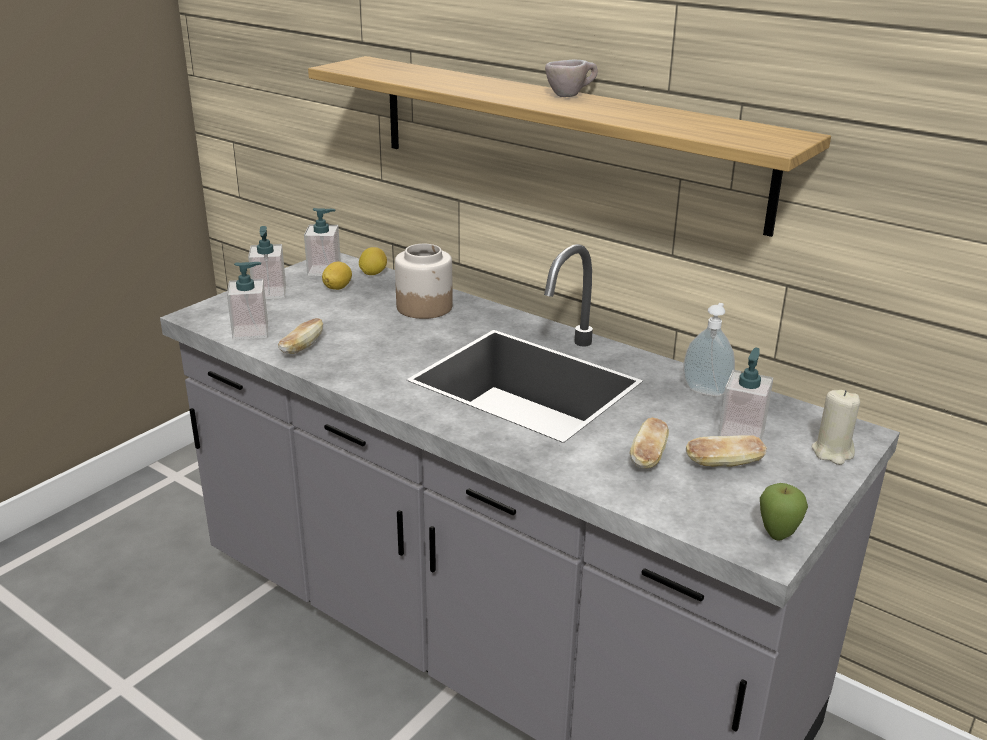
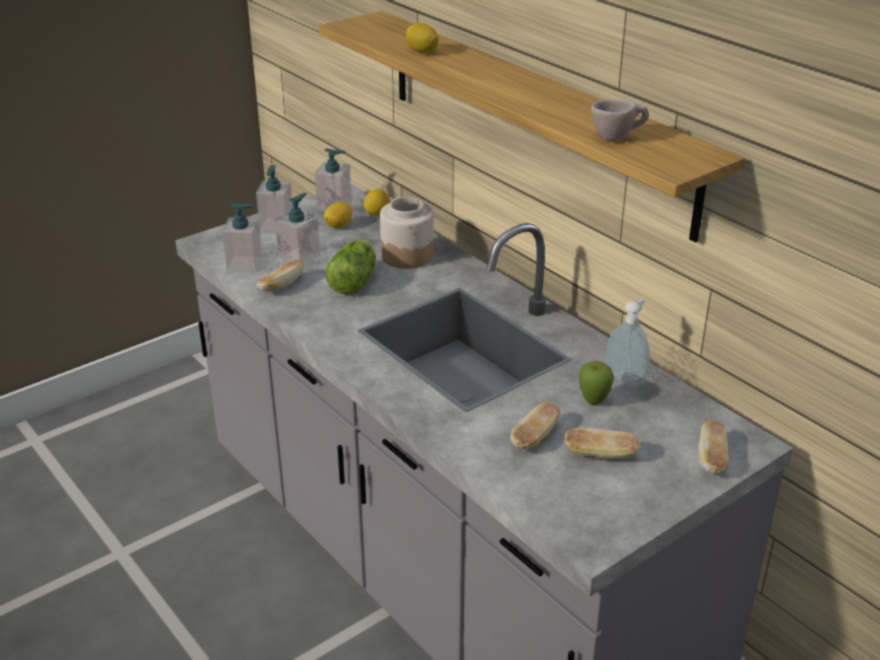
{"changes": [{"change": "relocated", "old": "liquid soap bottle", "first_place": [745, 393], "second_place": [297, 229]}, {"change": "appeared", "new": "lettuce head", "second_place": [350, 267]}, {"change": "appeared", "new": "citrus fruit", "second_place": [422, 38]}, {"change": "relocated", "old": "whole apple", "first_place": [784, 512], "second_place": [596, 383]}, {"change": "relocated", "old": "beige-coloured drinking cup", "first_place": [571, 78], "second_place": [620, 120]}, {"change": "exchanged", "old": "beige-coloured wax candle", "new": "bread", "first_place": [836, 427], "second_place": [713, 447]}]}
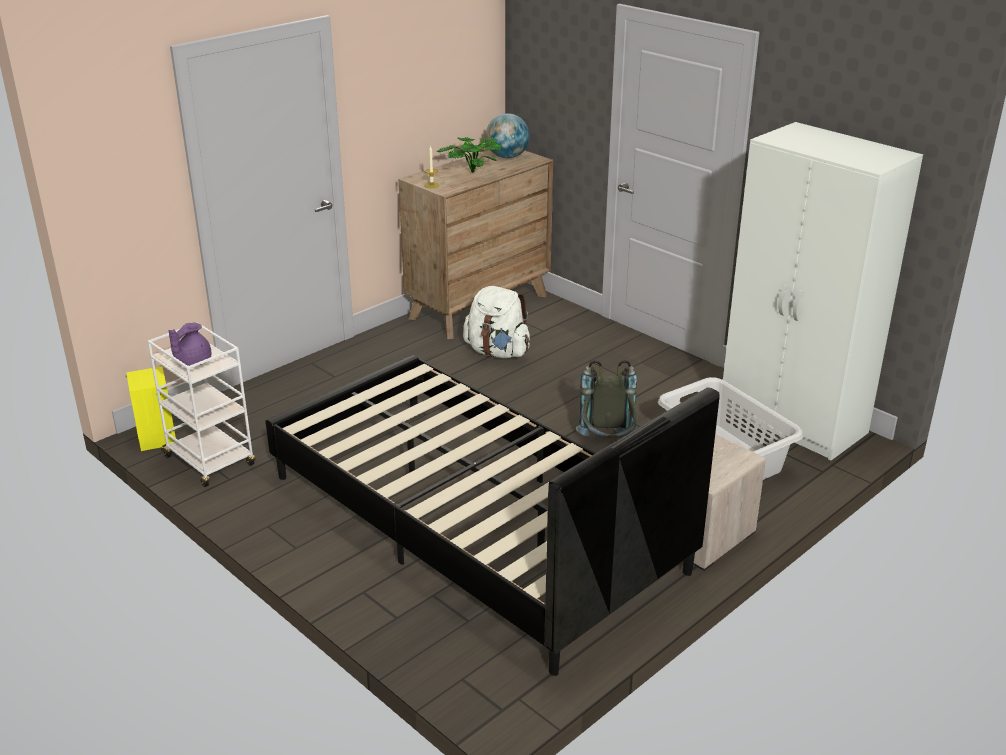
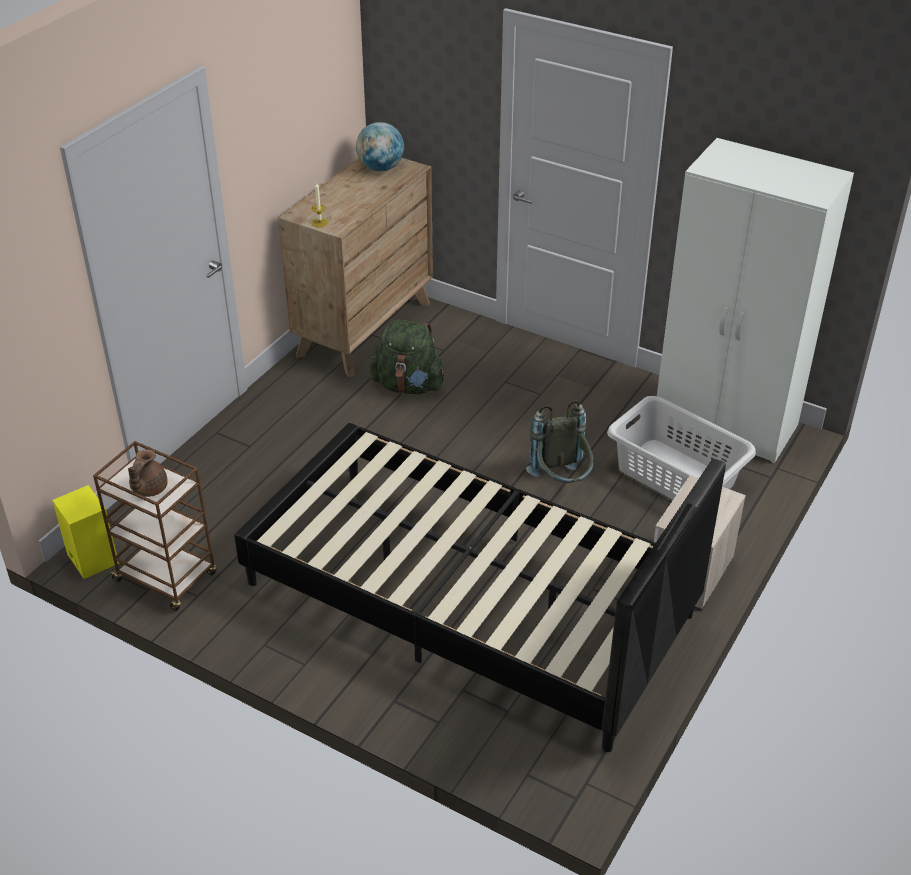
{"changes": [{"change": "colour", "old": "white trolley", "new": "brown-coloured trolley", "first_place": [202, 404], "second_place": [155, 526]}, {"change": "colour", "old": "purple tea pot", "new": "brown-coloured tea pot", "first_place": [190, 344], "second_place": [148, 473]}, {"change": "colour", "old": "white knapsack", "new": "greenish knapsack", "first_place": [496, 322], "second_place": [408, 357]}, {"change": "missing", "old": "houseplant", "first_place": [469, 155]}]}
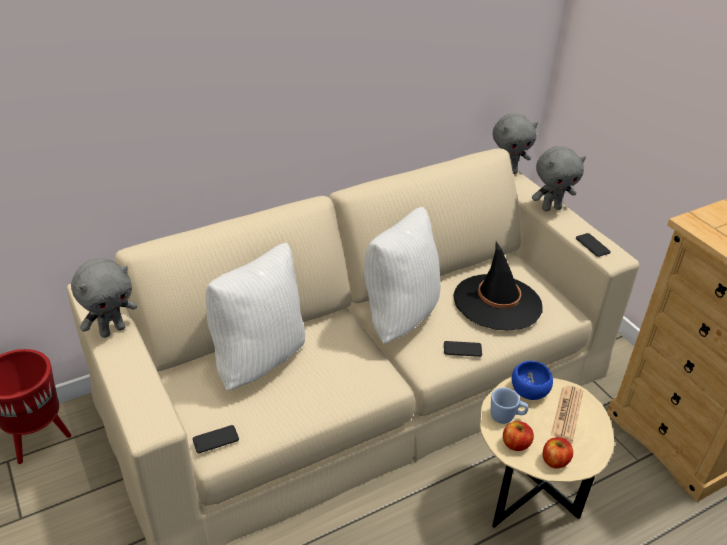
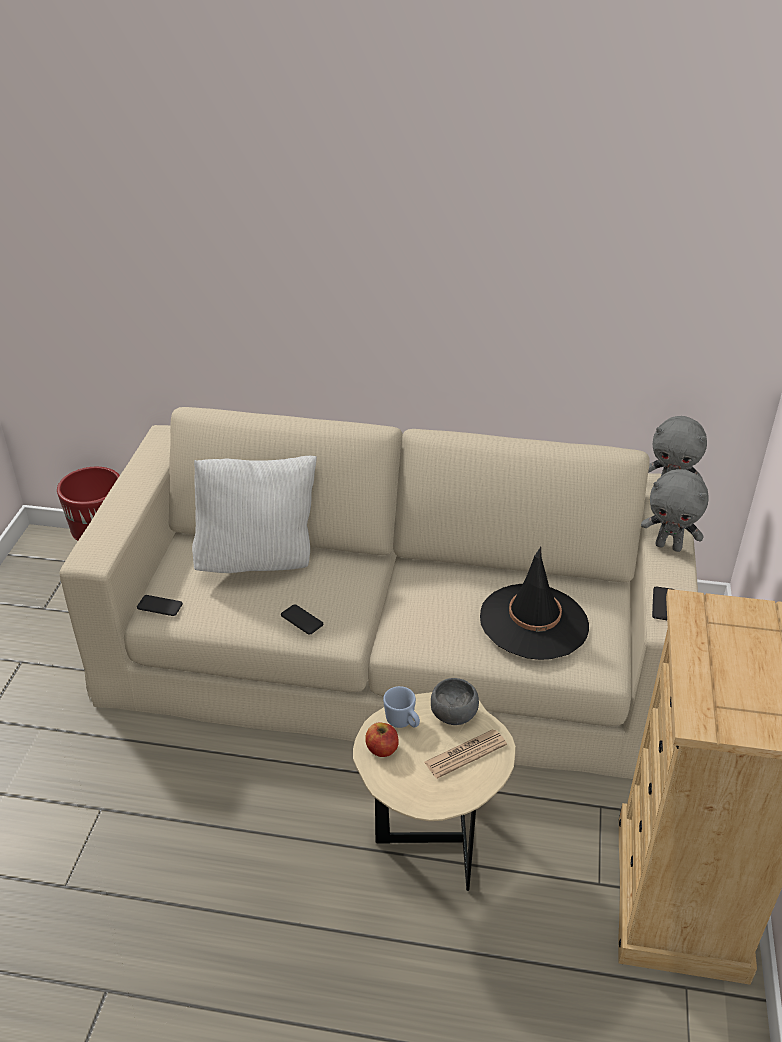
{"changes": [{"change": "relocated", "old": "handset", "first_place": [463, 349], "second_place": [302, 619]}, {"change": "colour", "old": "blue bowl", "new": "greyish bowl", "first_place": [532, 380], "second_place": [455, 701]}, {"change": "missing", "old": "greyish soft toy", "first_place": [104, 298]}, {"change": "missing", "old": "white throw pillow", "first_place": [402, 275]}, {"change": "missing", "old": "whole apple", "first_place": [558, 453]}]}
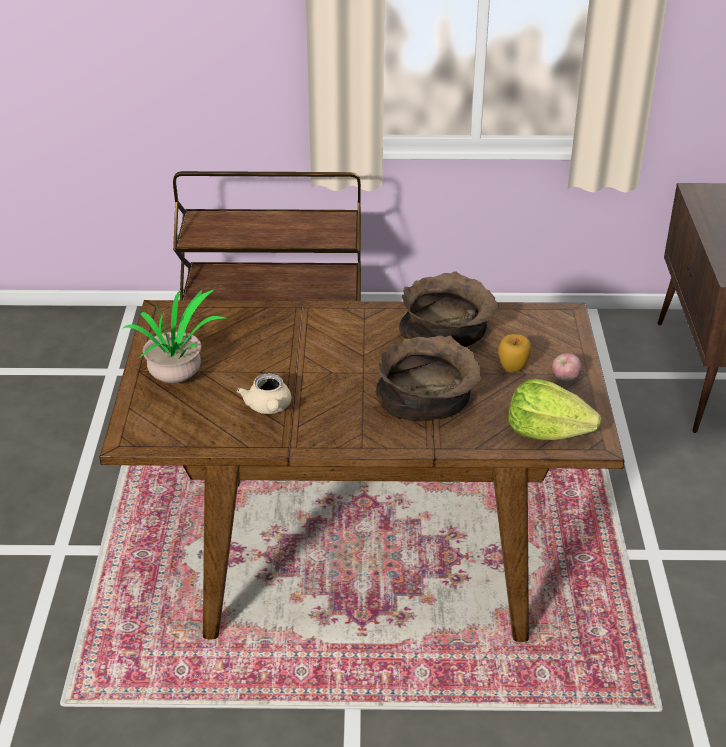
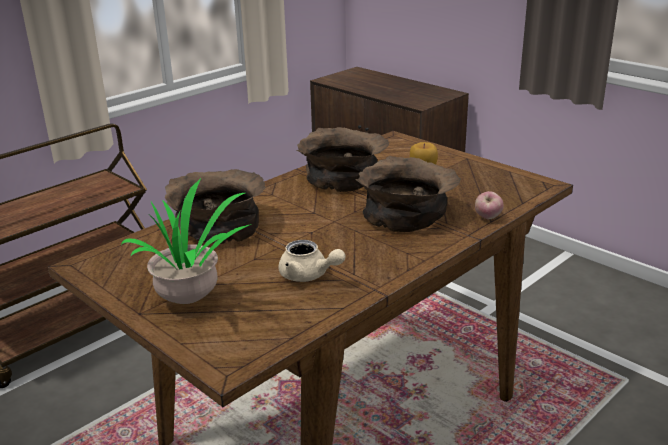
{"changes": [{"change": "appeared", "new": "brown-coloured bowl", "second_place": [215, 206]}, {"change": "relocated", "old": "whole apple", "first_place": [567, 367], "second_place": [489, 205]}, {"change": "missing", "old": "lettuce head", "first_place": [554, 409]}]}
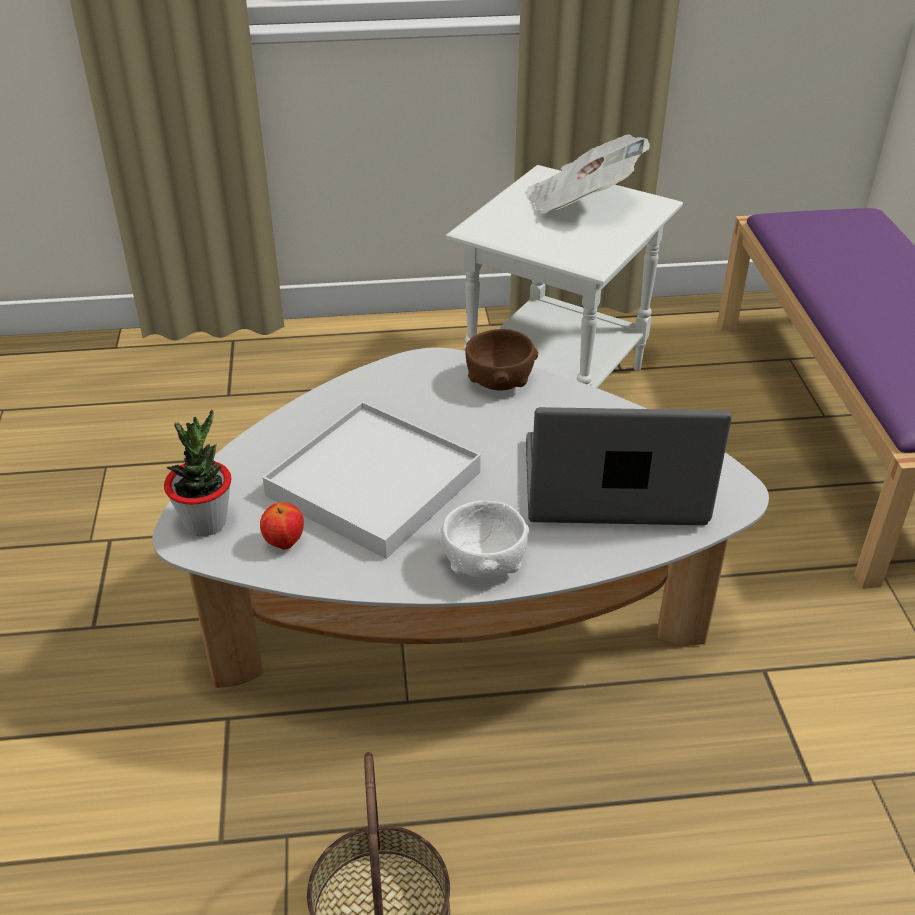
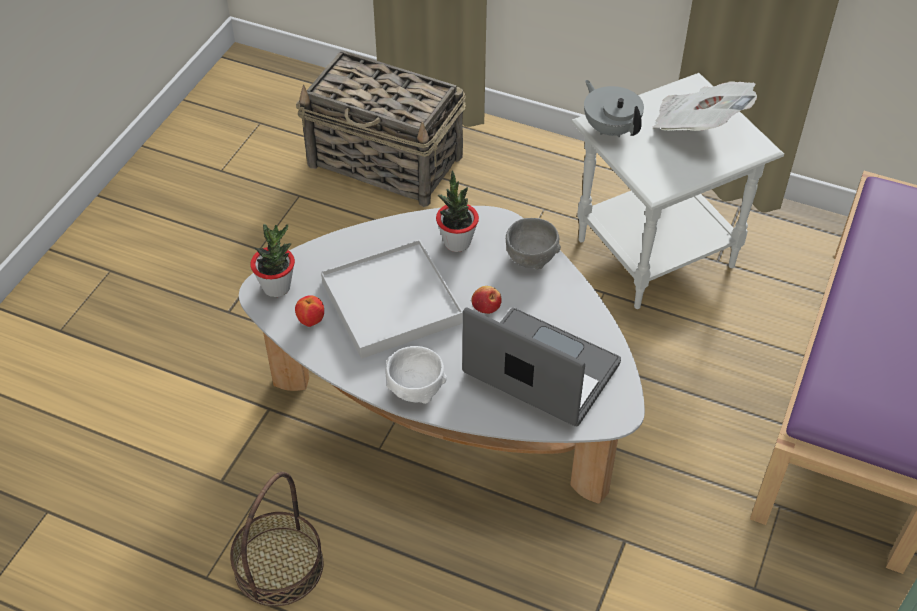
{"changes": [{"change": "appeared", "new": "household basket", "second_place": [381, 128]}, {"change": "appeared", "new": "houseplant", "second_place": [457, 211]}, {"change": "appeared", "new": "whole apple", "second_place": [486, 300]}, {"change": "colour", "old": "brown-coloured bowl", "new": "greyish bowl", "first_place": [501, 360], "second_place": [533, 244]}, {"change": "appeared", "new": "greyish tea pot", "second_place": [614, 108]}]}
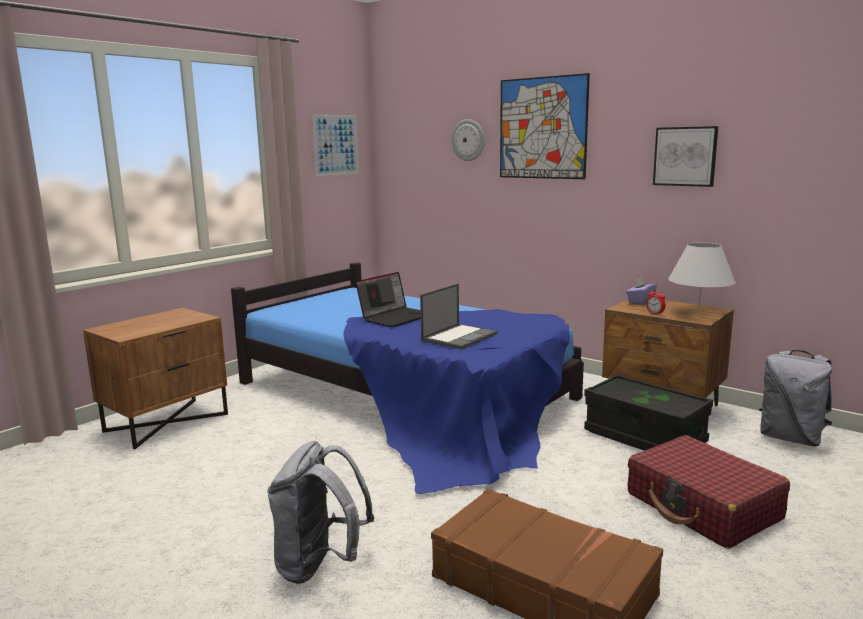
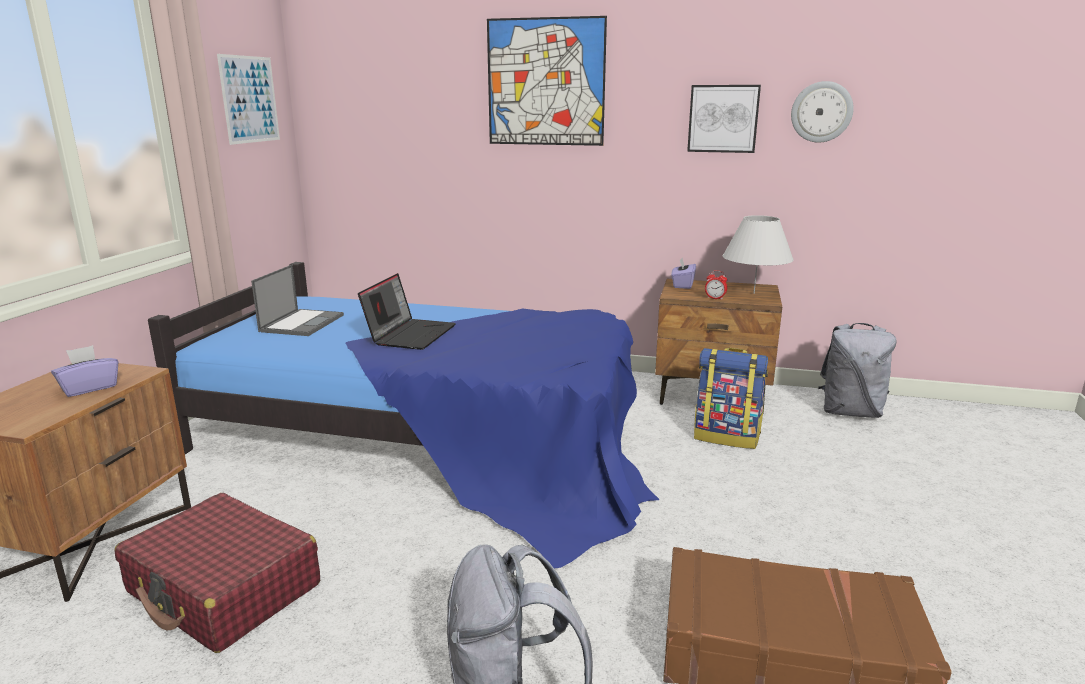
{"changes": [{"change": "appeared", "new": "purple tissue holder", "second_place": [84, 371]}, {"change": "relocated", "old": "reddish travel case", "first_place": [709, 492], "second_place": [217, 573]}, {"change": "relocated", "old": "portable computer", "first_place": [459, 317], "second_place": [297, 300]}, {"change": "exchanged", "old": "black storage container", "new": "knapsack", "first_place": [648, 412], "second_place": [731, 398]}, {"change": "relocated", "old": "clock on the wall", "first_place": [468, 140], "second_place": [822, 112]}]}
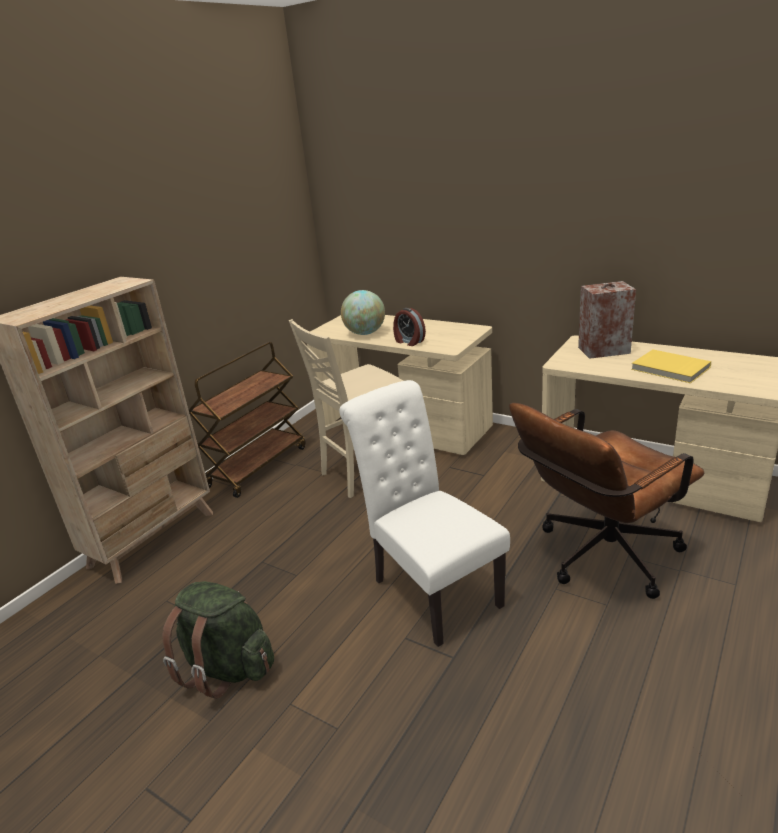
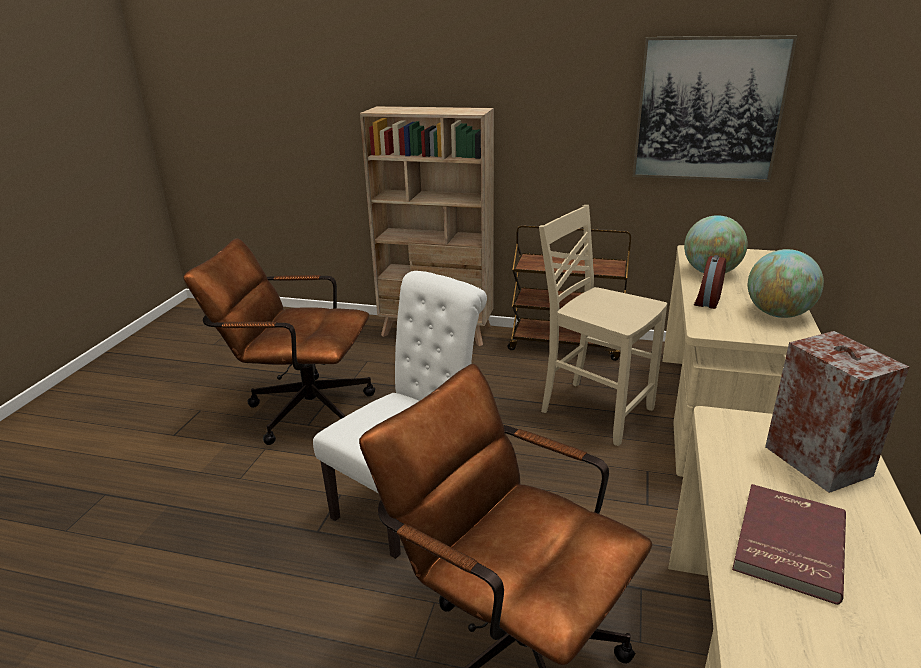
{"changes": [{"change": "exchanged", "old": "greenish knapsack", "new": "brown-coloured office chair", "first_place": [218, 640], "second_place": [279, 341]}, {"change": "appeared", "new": "picture", "second_place": [715, 109]}, {"change": "colour", "old": "yellow bound book", "new": "reddish bound book", "first_place": [671, 366], "second_place": [789, 544]}, {"change": "appeared", "new": "world globe", "second_place": [786, 283]}]}
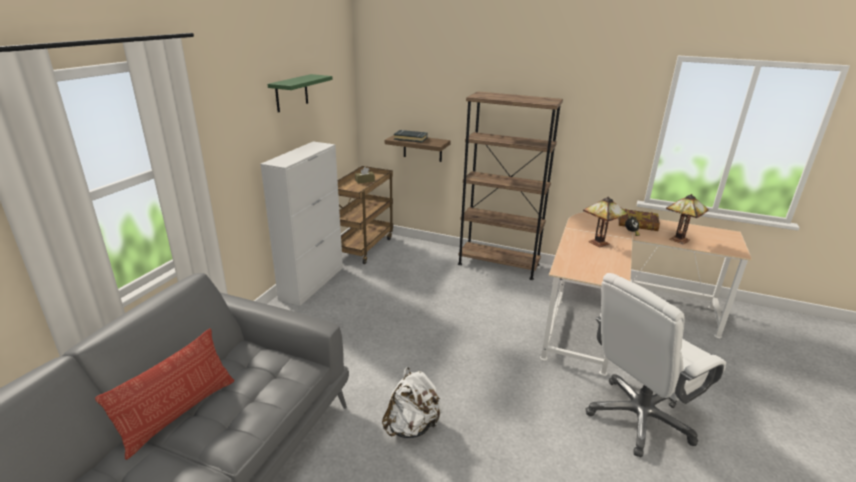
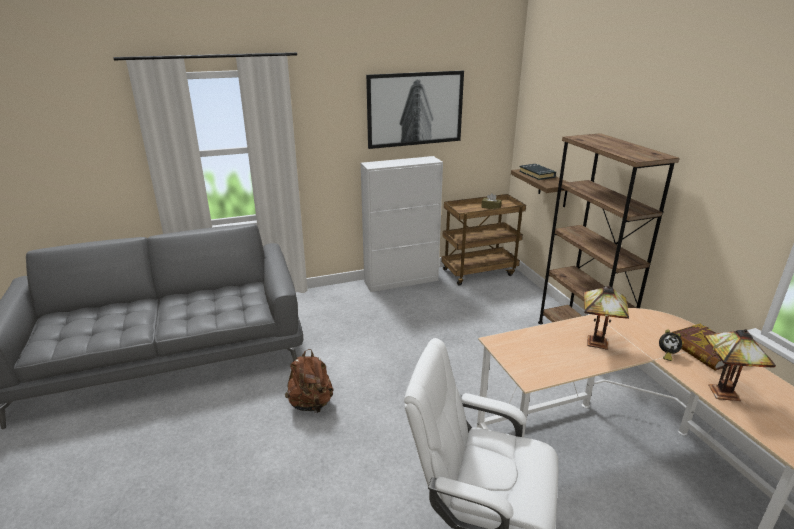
{"changes": [{"change": "colour", "old": "white knapsack", "new": "brown-coloured knapsack", "first_place": [412, 402], "second_place": [309, 381]}, {"change": "exchanged", "old": "greenish shelf", "new": "picture", "first_place": [300, 93], "second_place": [415, 110]}, {"change": "missing", "old": "throw pillow", "first_place": [164, 394]}]}
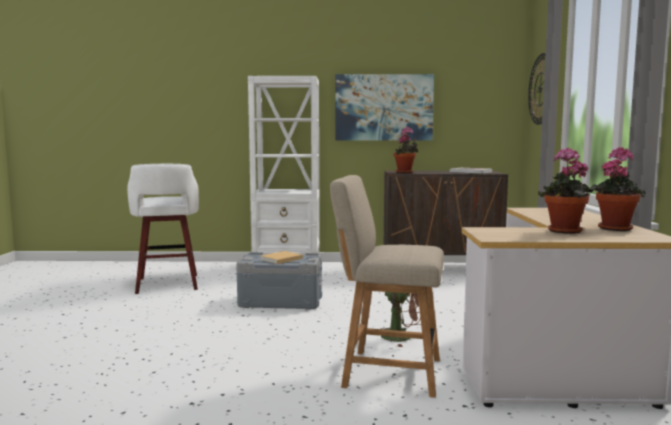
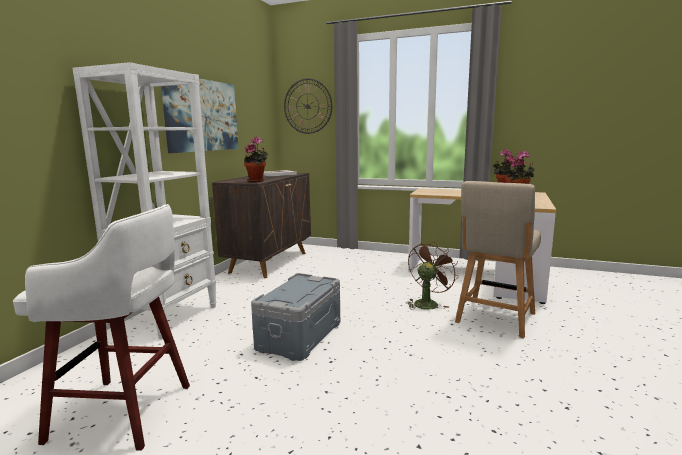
{"changes": [{"change": "missing", "old": "beige-coloured bound book", "first_place": [281, 257]}]}
